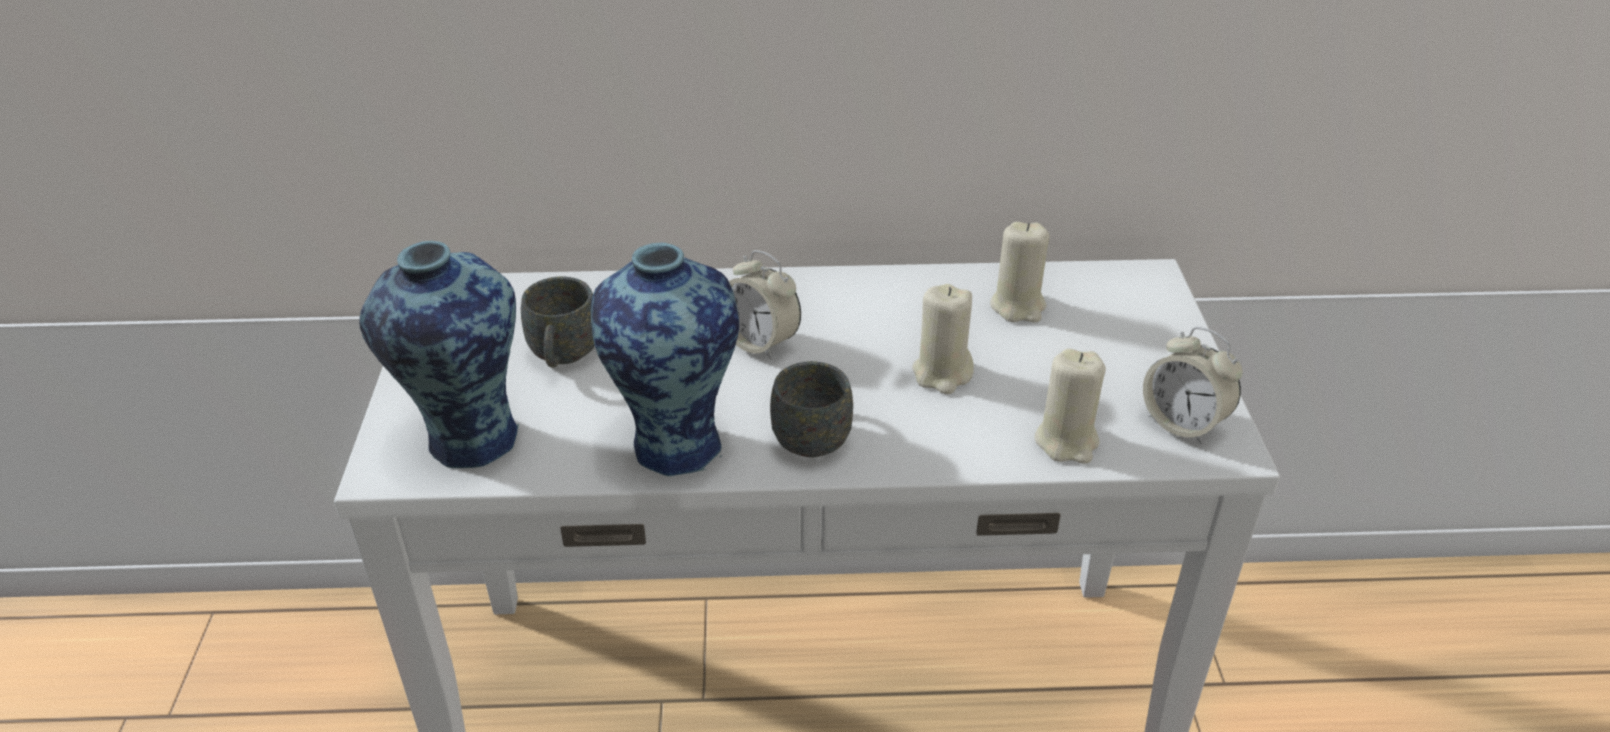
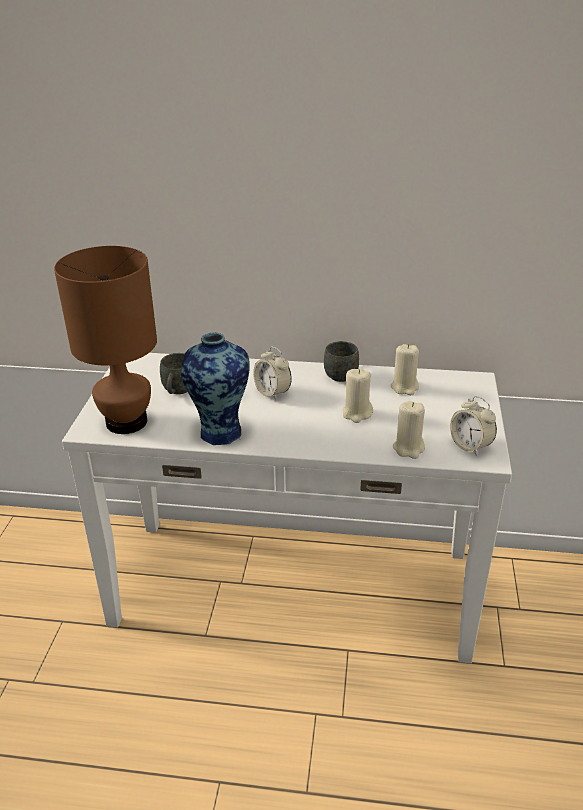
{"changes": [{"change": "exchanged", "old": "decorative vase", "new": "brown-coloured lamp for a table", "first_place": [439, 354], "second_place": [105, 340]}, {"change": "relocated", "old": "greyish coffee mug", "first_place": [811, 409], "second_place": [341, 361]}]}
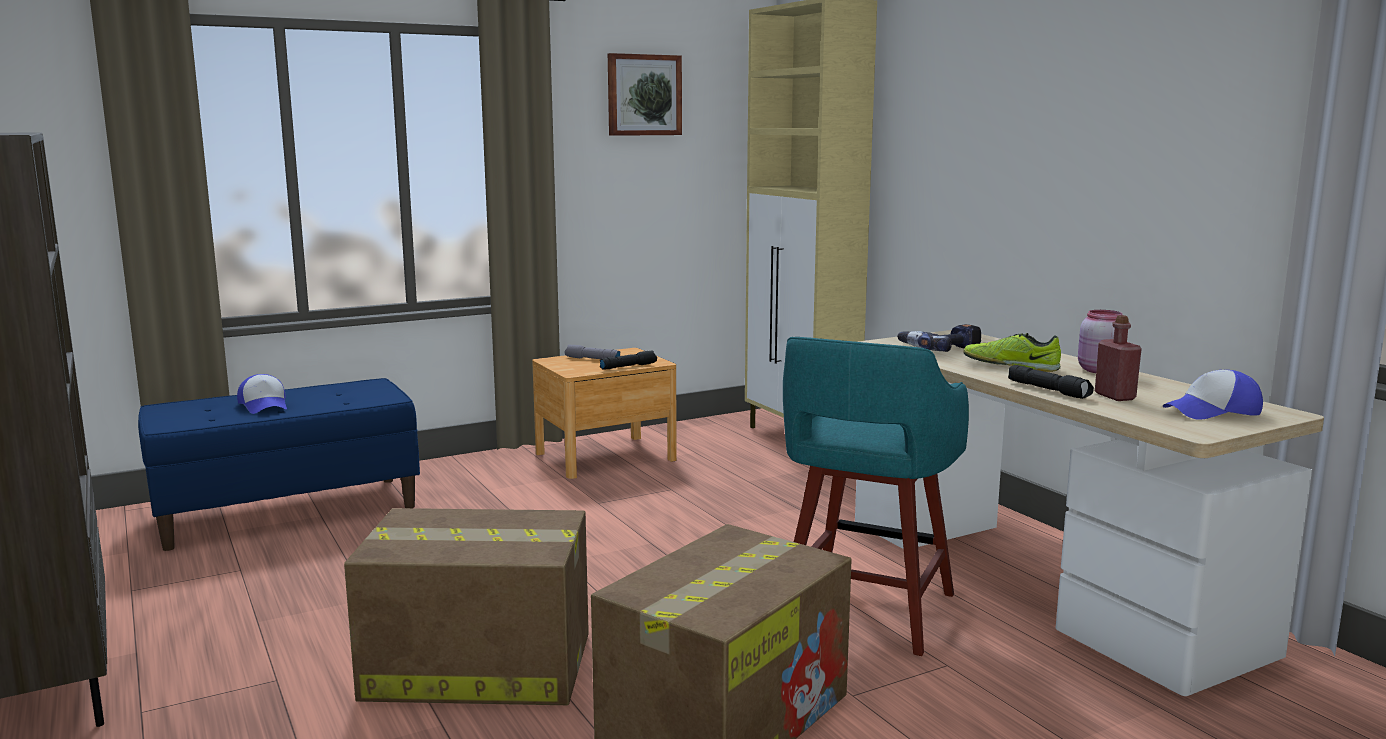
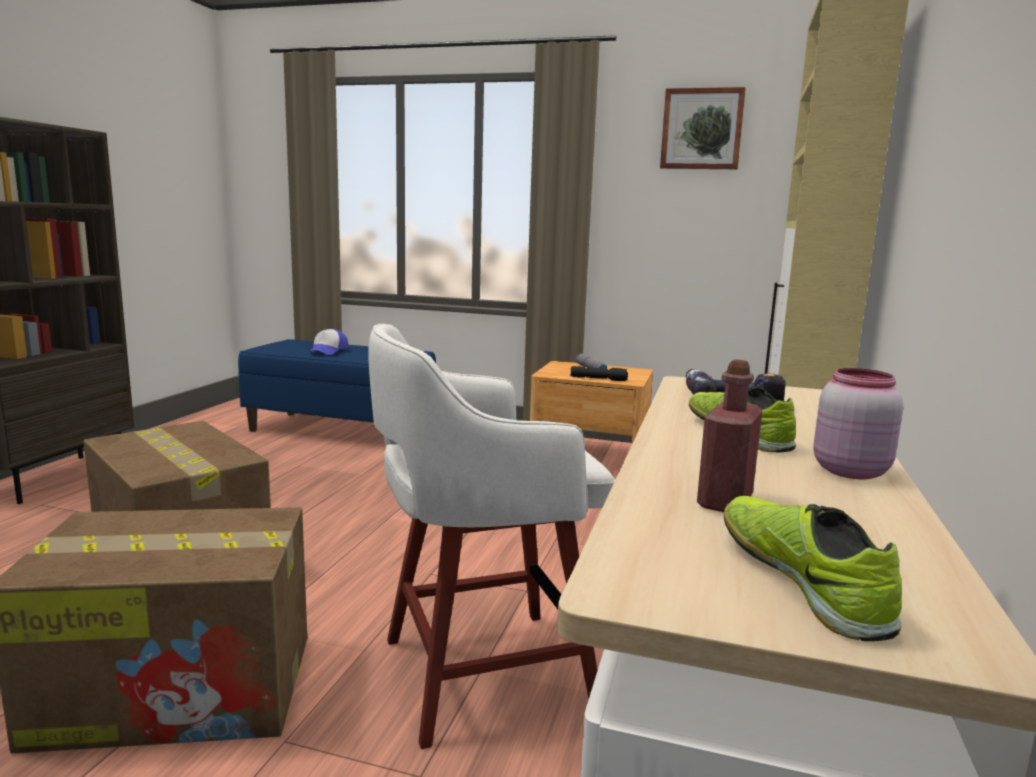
{"changes": [{"change": "colour", "old": "blue-green stool seat", "new": "white stool seat", "first_place": [876, 496], "second_place": [491, 536]}, {"change": "exchanged", "old": "cap", "new": "item of footwear", "first_place": [1213, 395], "second_place": [813, 568]}, {"change": "missing", "old": "black torch", "first_place": [1051, 382]}]}
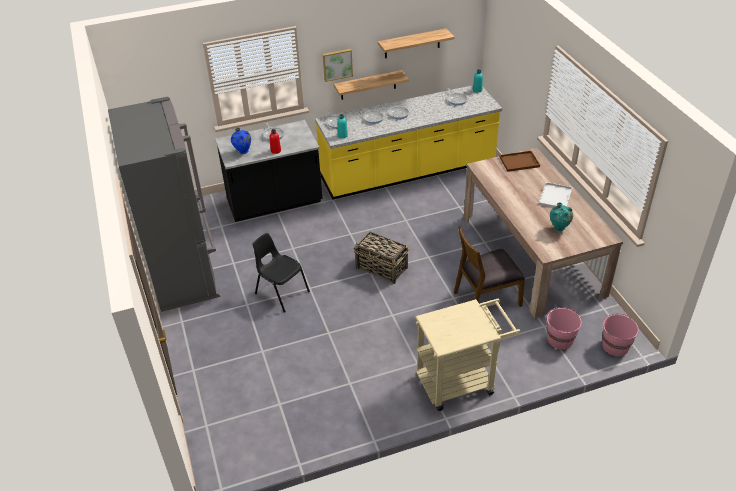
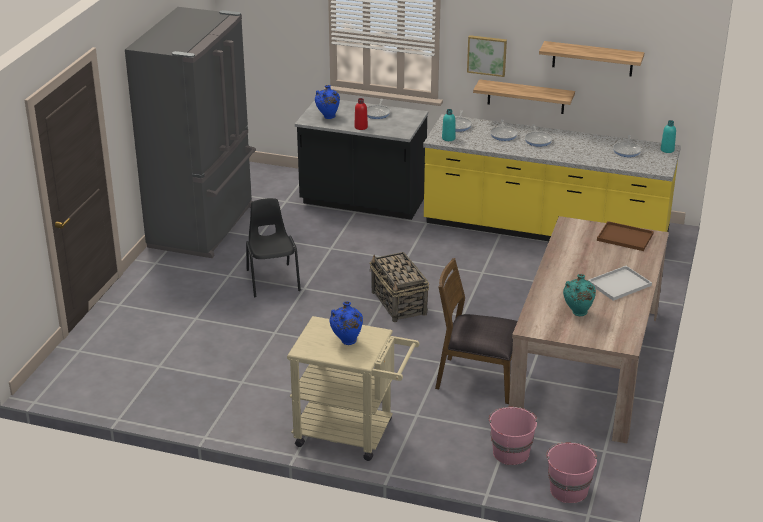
{"changes": [{"change": "appeared", "new": "blue decorative vase", "second_place": [346, 323]}]}
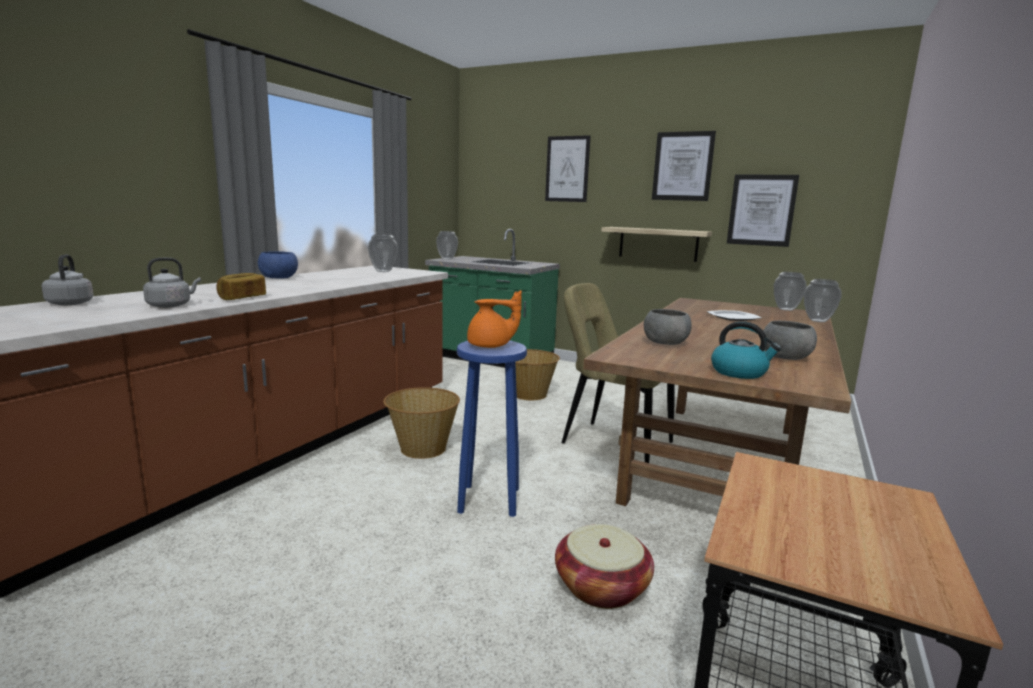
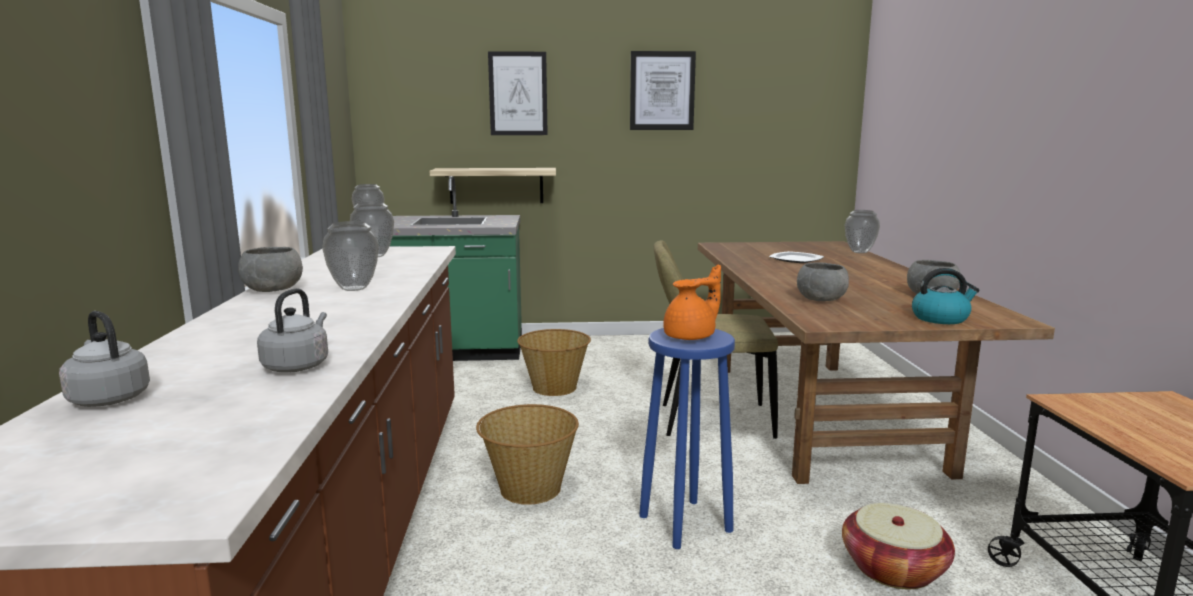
{"changes": [{"change": "colour", "old": "blue bowl", "new": "greyish bowl", "first_place": [278, 264], "second_place": [270, 269]}, {"change": "relocated", "old": "decorative vase", "first_place": [790, 291], "second_place": [350, 256]}, {"change": "relocated", "old": "shelf", "first_place": [656, 244], "second_place": [493, 186]}, {"change": "missing", "old": "bread", "first_place": [241, 286]}, {"change": "missing", "old": "picture", "first_place": [763, 211]}]}
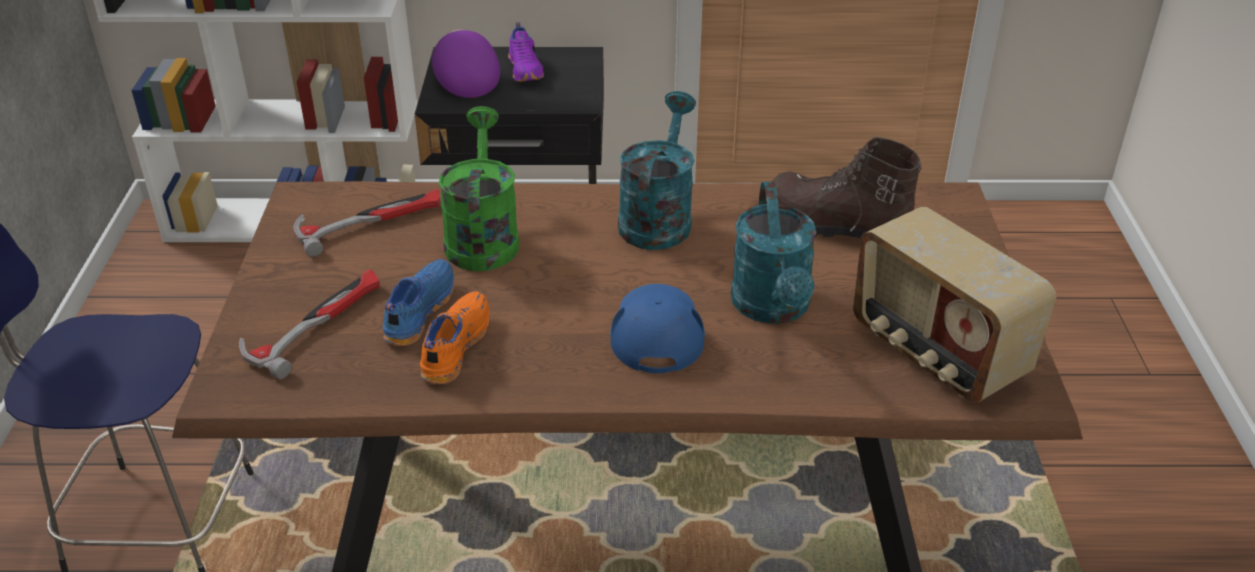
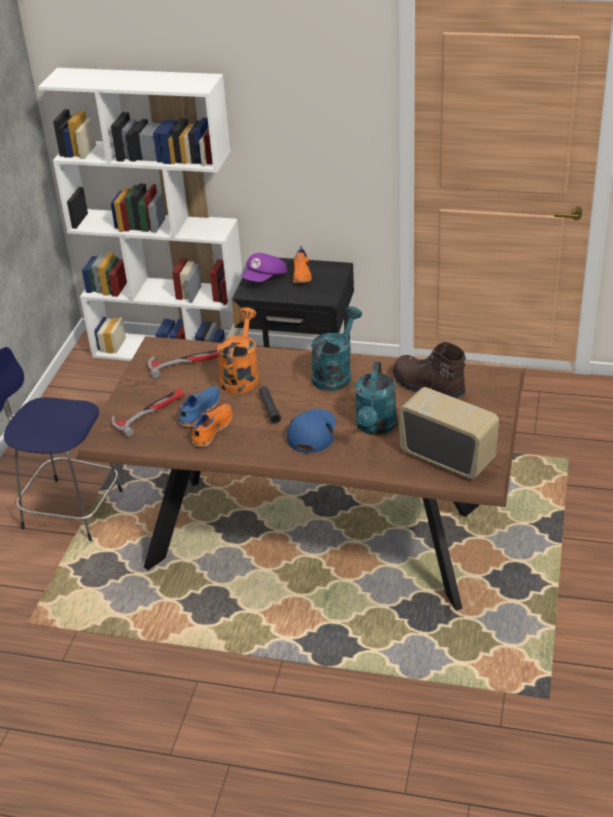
{"changes": [{"change": "colour", "old": "greenish sprinkling can", "new": "orangey sprinkling can", "first_place": [479, 188], "second_place": [238, 351]}, {"change": "spun", "old": "purple cap", "first_place": [466, 63], "second_place": [264, 267], "degrees": -135}, {"change": "appeared", "new": "black torch", "second_place": [270, 405]}, {"change": "colour", "old": "purple item of footwear", "new": "orangey item of footwear", "first_place": [526, 52], "second_place": [302, 264]}, {"change": "spun", "old": "radio", "first_place": [954, 305], "second_place": [449, 433], "degrees": 150}]}
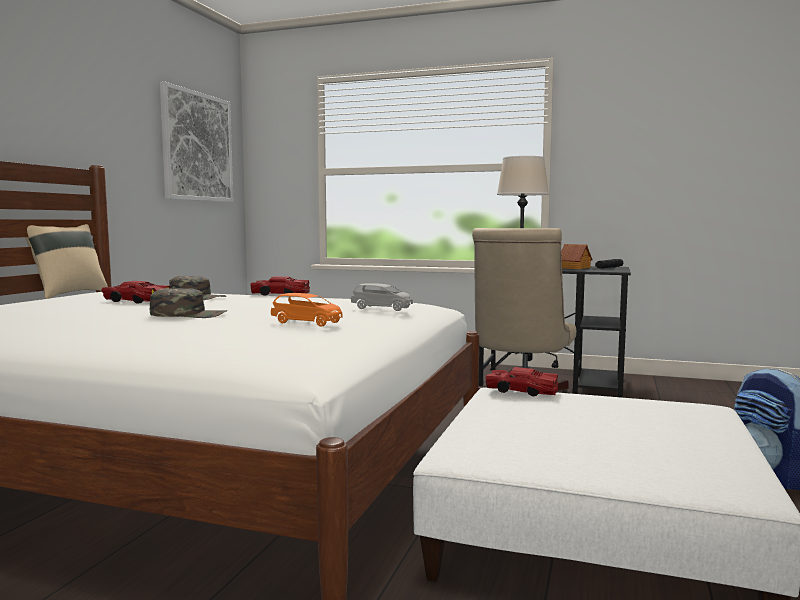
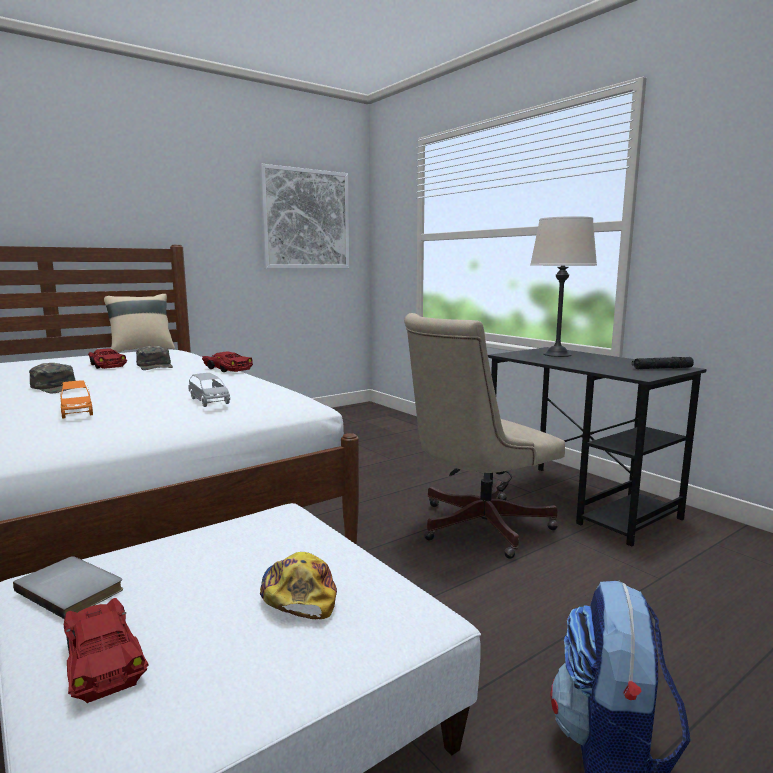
{"changes": [{"change": "appeared", "new": "greyish bound book", "second_place": [68, 587]}, {"change": "relocated", "old": "reddish toy car", "first_place": [522, 381], "second_place": [106, 650]}, {"change": "appeared", "new": "cap", "second_place": [298, 585]}, {"change": "missing", "old": "toy house", "first_place": [577, 256]}]}
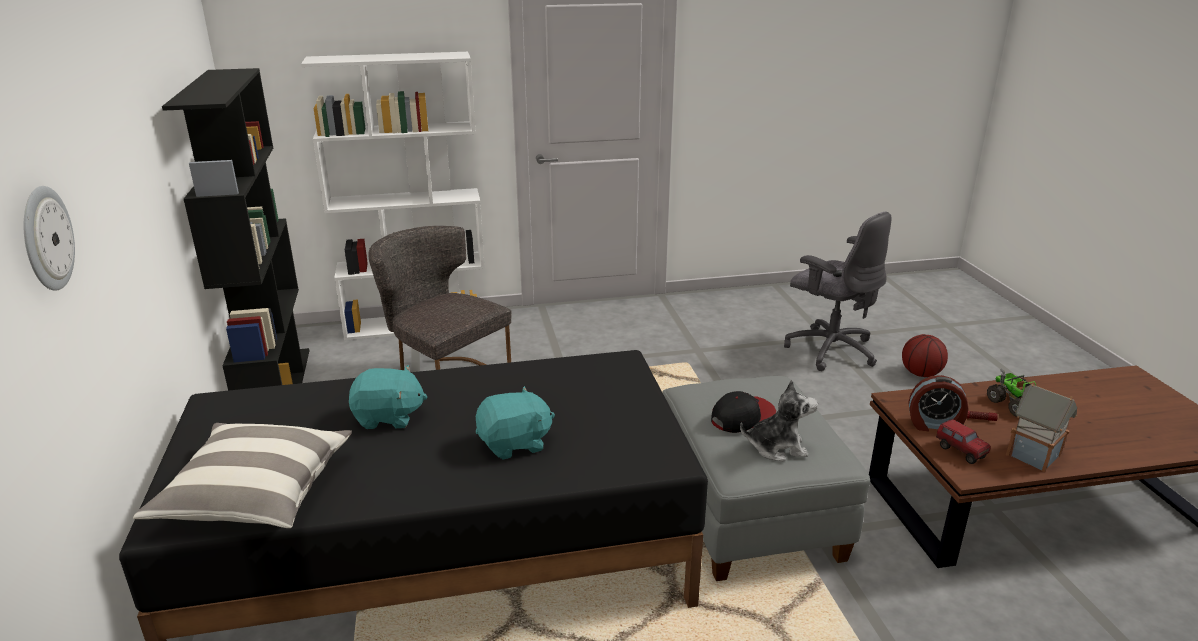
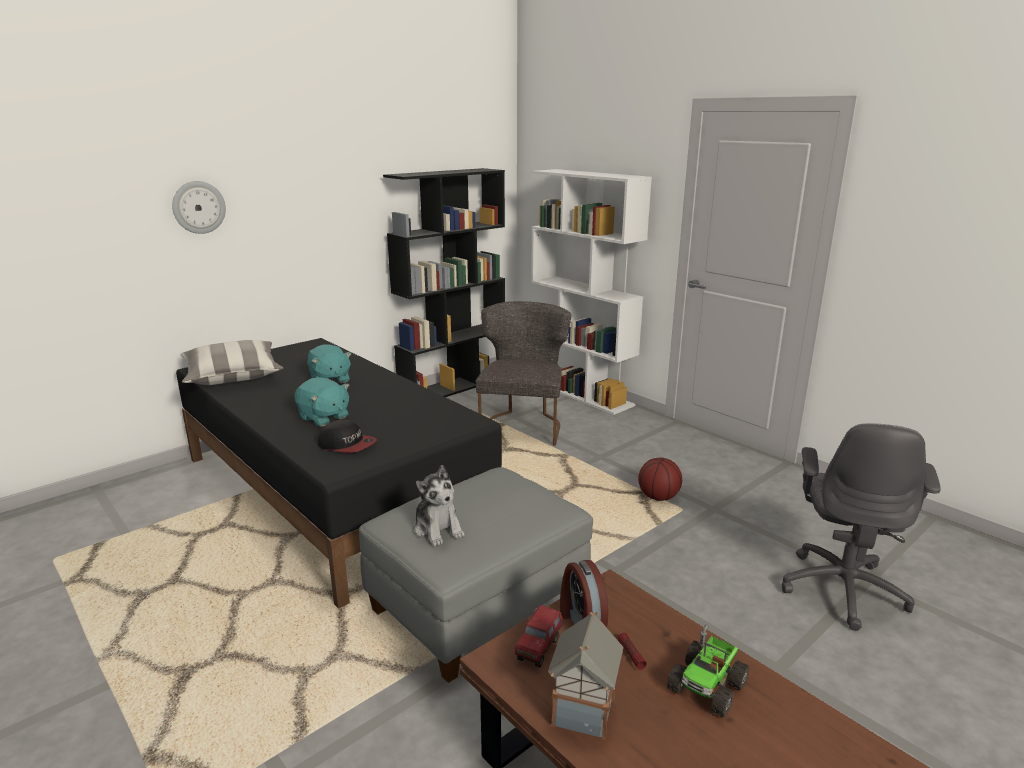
{"changes": [{"change": "relocated", "old": "cap", "first_place": [743, 412], "second_place": [347, 436]}, {"change": "relocated", "old": "basketball ball", "first_place": [925, 355], "second_place": [660, 479]}]}
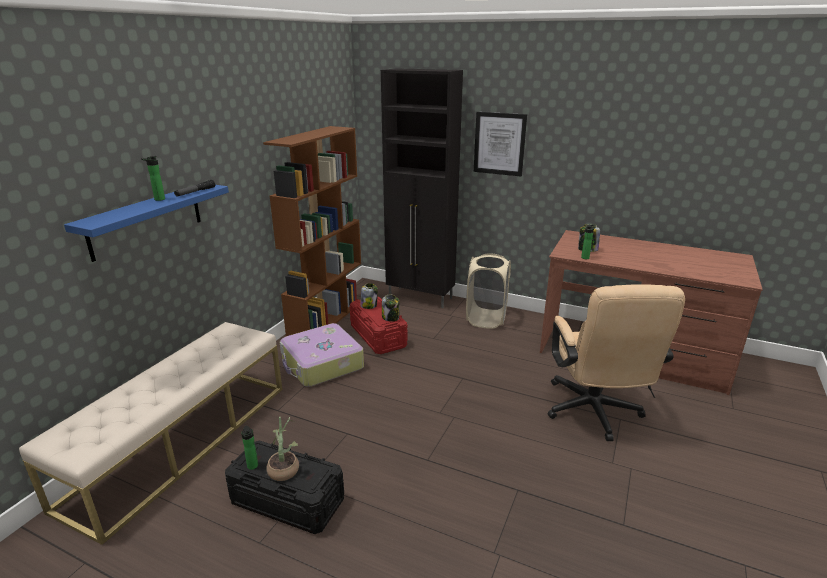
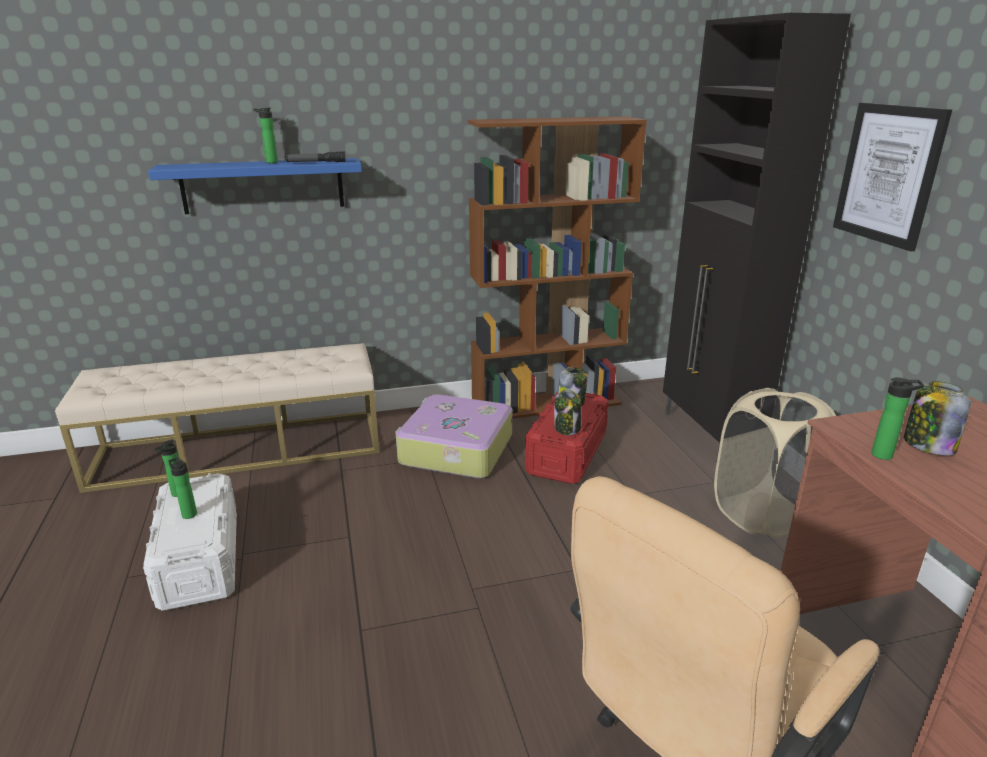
{"changes": [{"change": "colour", "old": "black storage container", "new": "white storage container", "first_place": [284, 487], "second_place": [190, 542]}, {"change": "exchanged", "old": "houseplant", "new": "bottle", "first_place": [282, 449], "second_place": [183, 488]}]}
